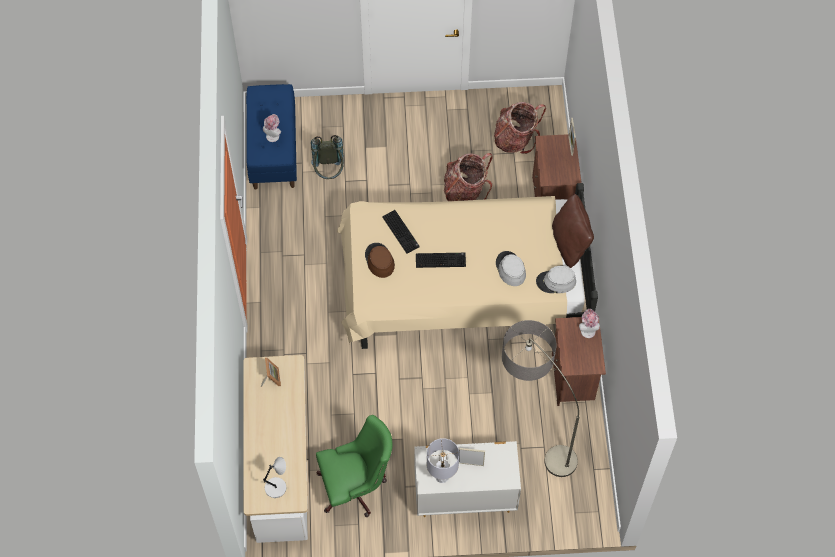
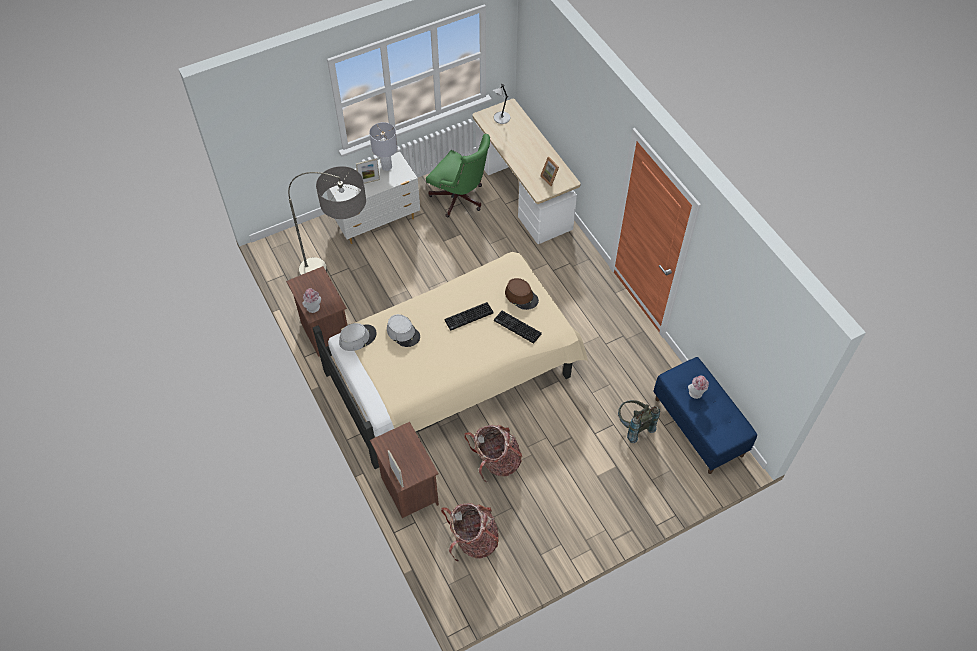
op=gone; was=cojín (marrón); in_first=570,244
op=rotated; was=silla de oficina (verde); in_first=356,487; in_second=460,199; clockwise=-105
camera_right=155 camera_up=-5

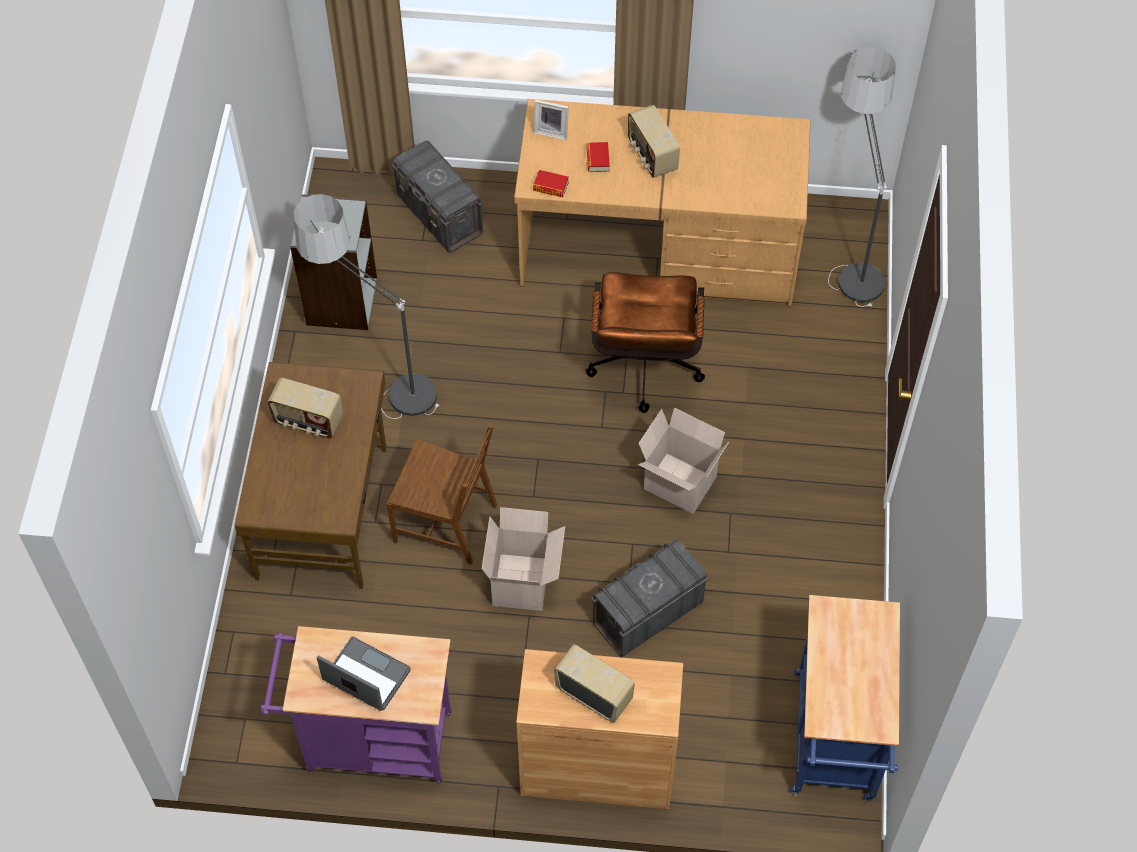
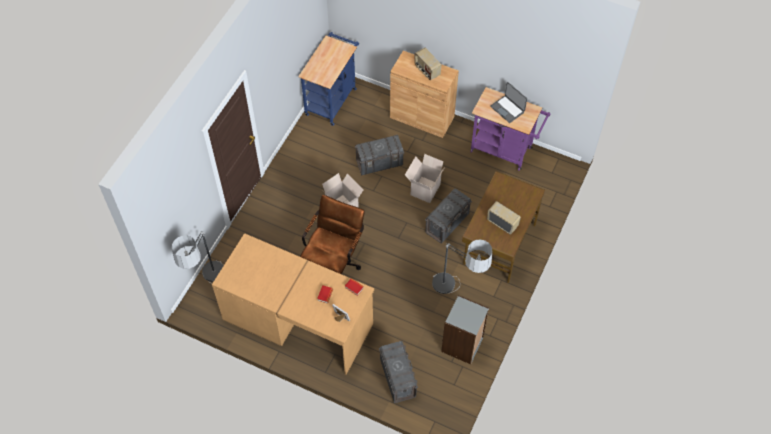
op=gone; was=radio; in_first=651,156
op=swapped; was=silla (marrón); now=caja de almacenaje (gris); in_first=446,522; in_second=447,223
camera_right=-160 camera_up=0

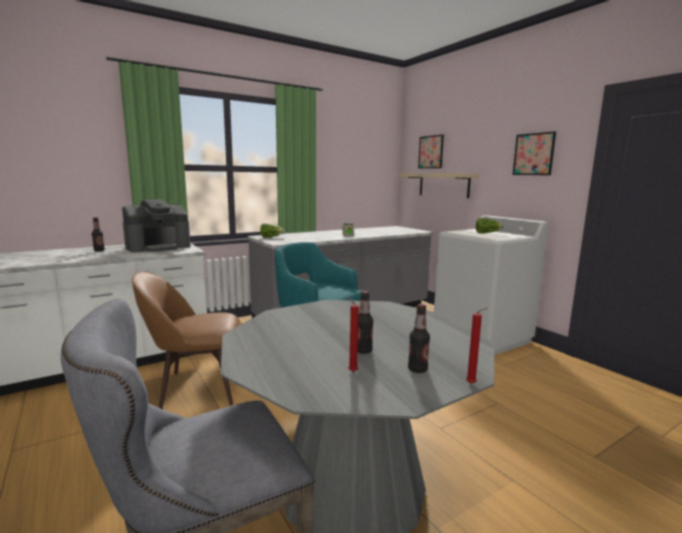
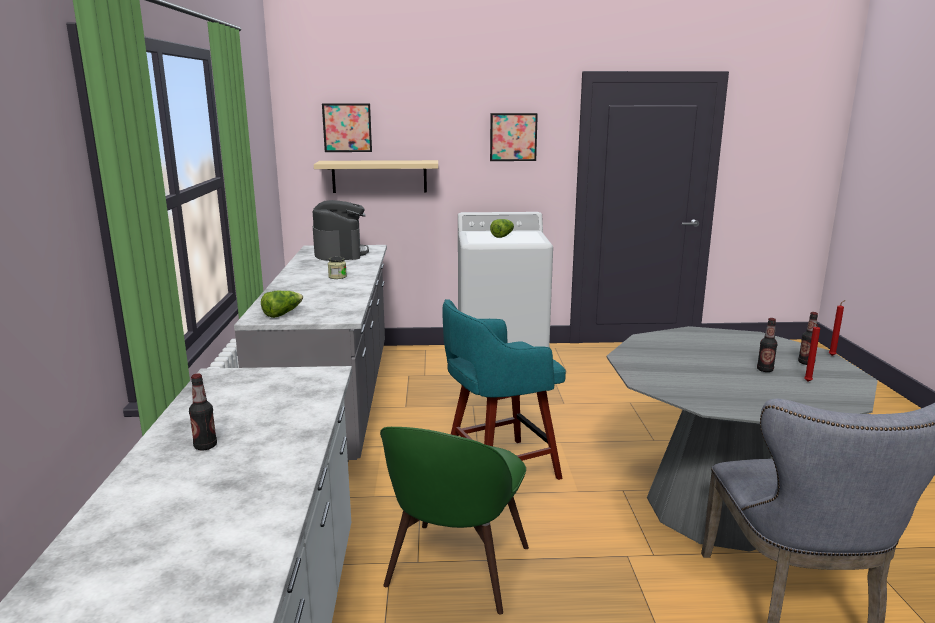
op=shifted; was=cafetera; in_first=158,247; in_second=340,253
op=repainted; was=silla (marrón); now=silla (verde); in_first=196,388; in_second=456,570
camera_right=-60 camera_up=5

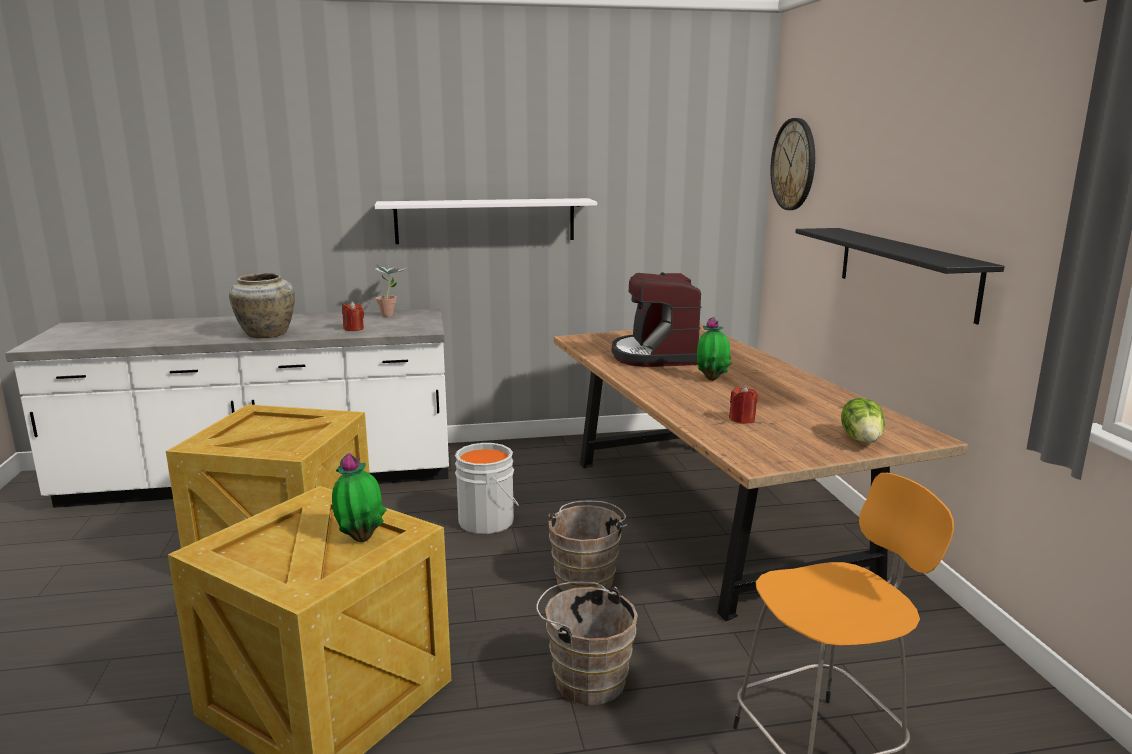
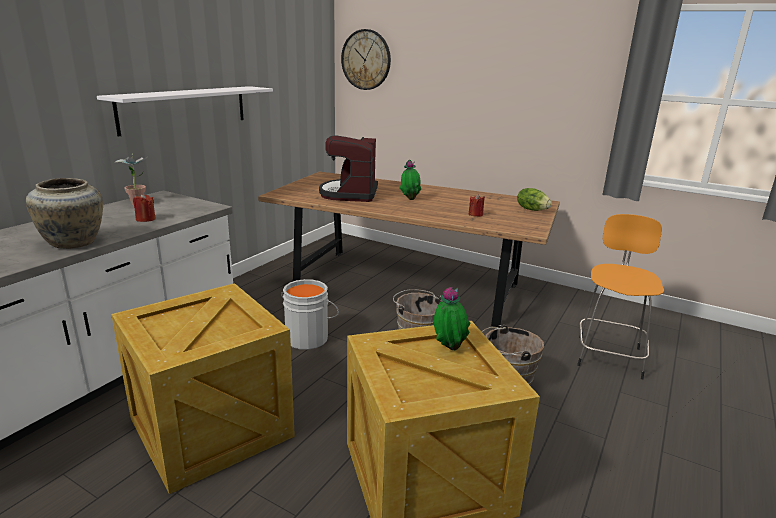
op=gone; was=estante (negro); in_first=905,271
op=rotated; was=cafetera; in_first=655,356; in_second=350,194; clockwise=60
camera_right=-50 camera_up=5

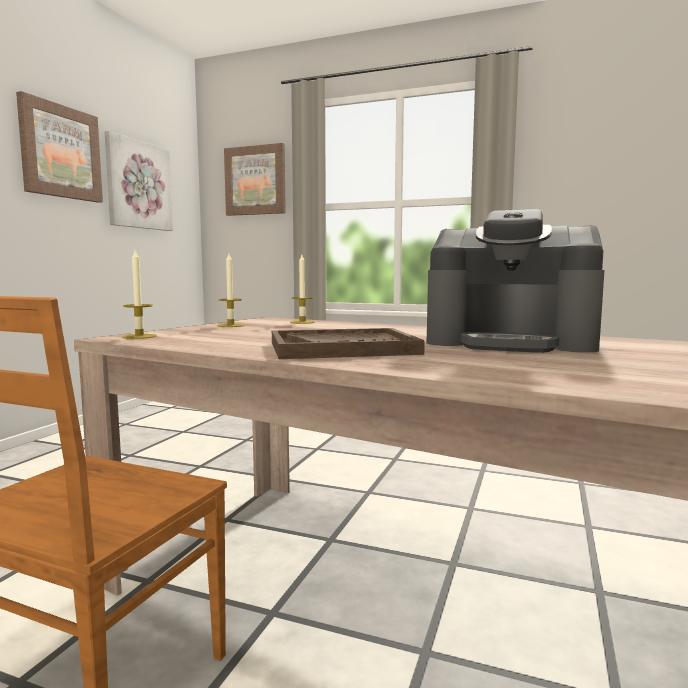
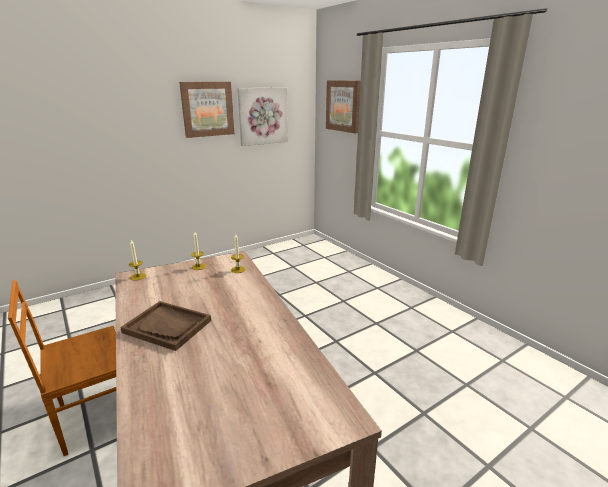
op=gone; was=cafetera; in_first=510,342
camera_right=35 camera_up=15

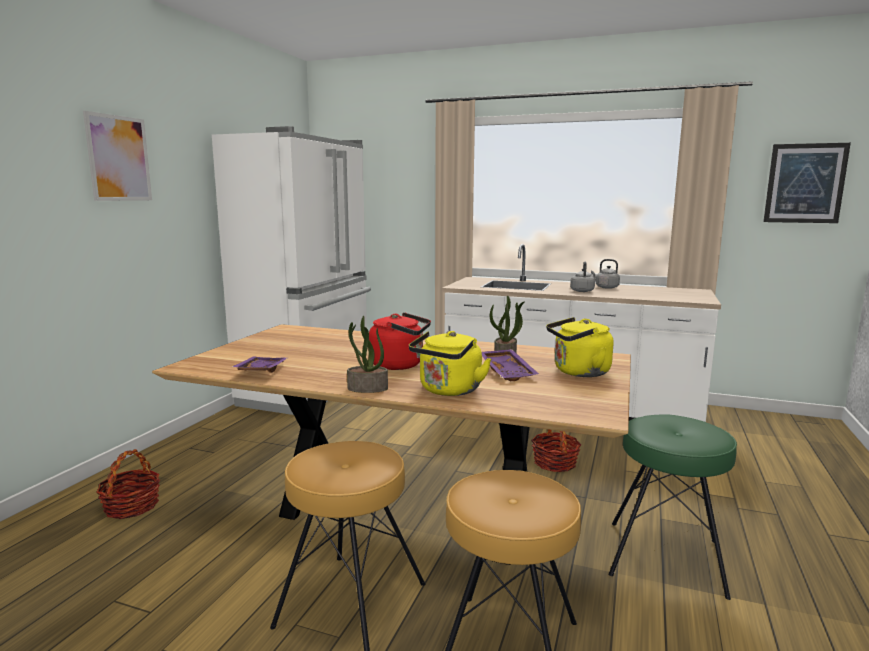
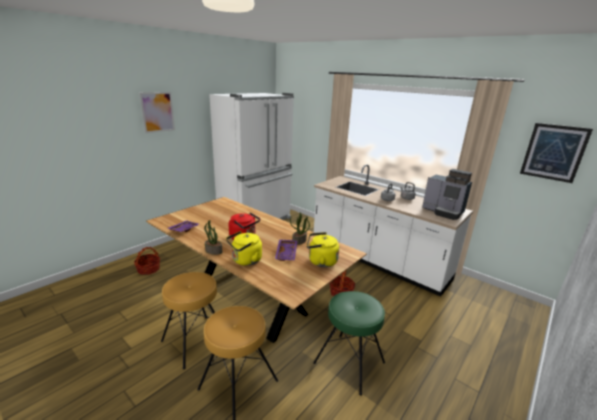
op=new; now=cafetera; in_second=443,212
camera_right=20 camera_up=10

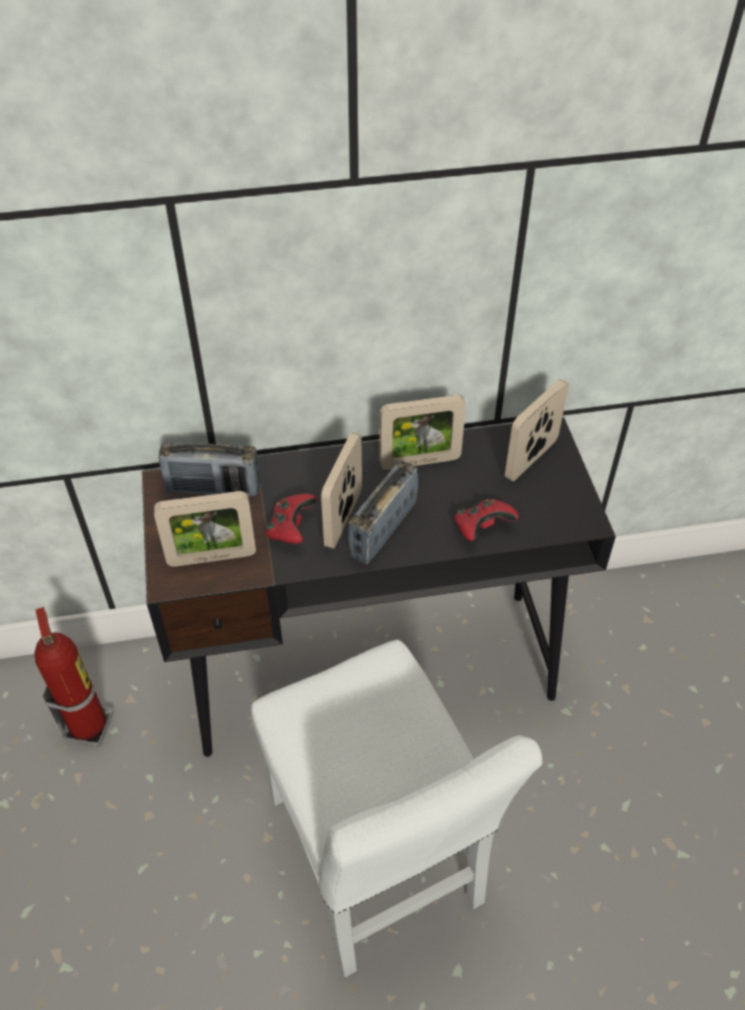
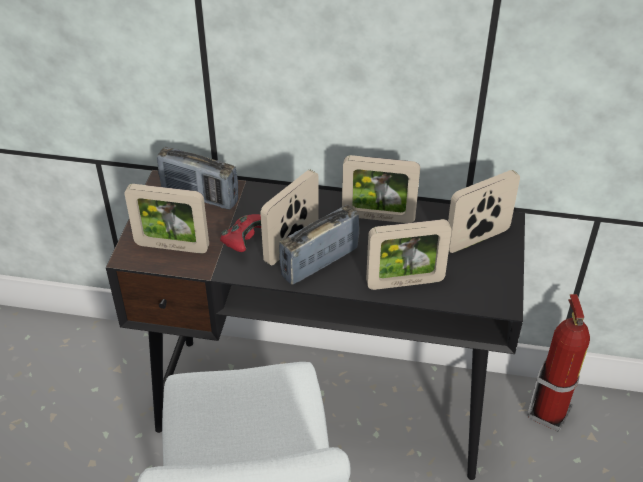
op=swapped; was=mando de consola (rojo); now=portarretratos; in_first=482,528; in_second=405,282
op=shifted; was=extintor; in_first=89,726; in_second=549,412
camera_right=20 camera_up=-5

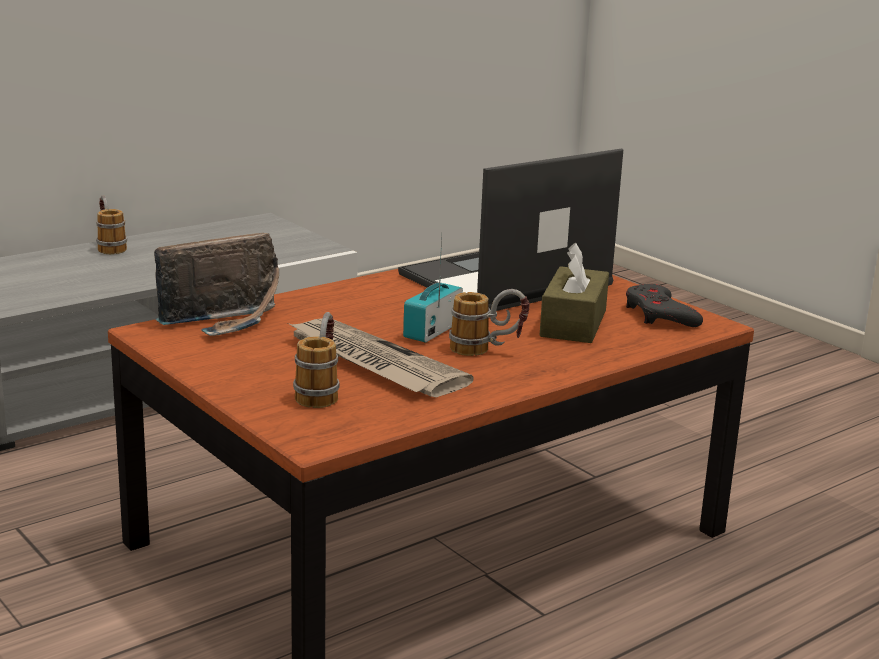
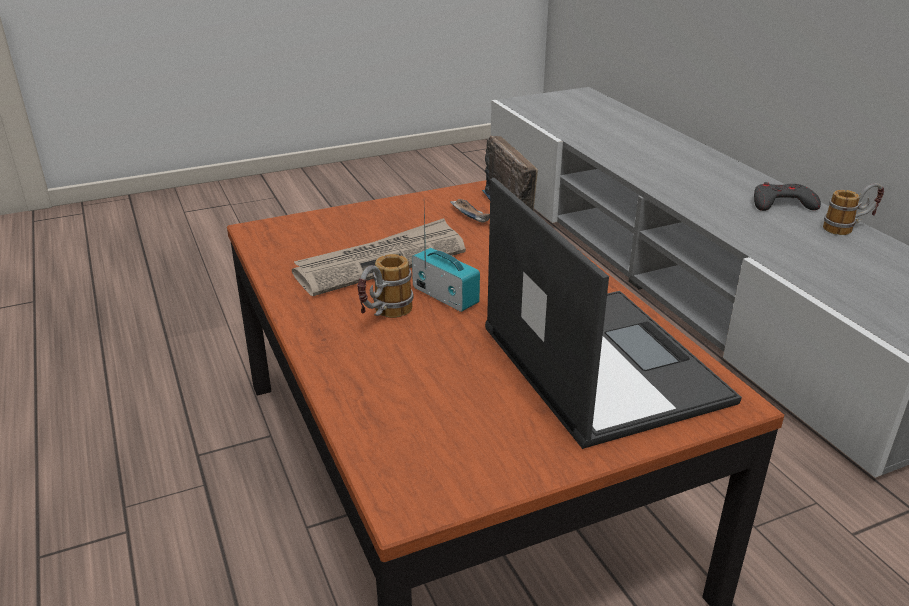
op=gone; was=caja de pañuelos (marrón); in_first=573,323
op=shifted; was=mando de consola (gris); in_first=660,315; in_second=782,204
op=gone; was=taza grande; in_first=320,391
camera_right=105 camera_up=10

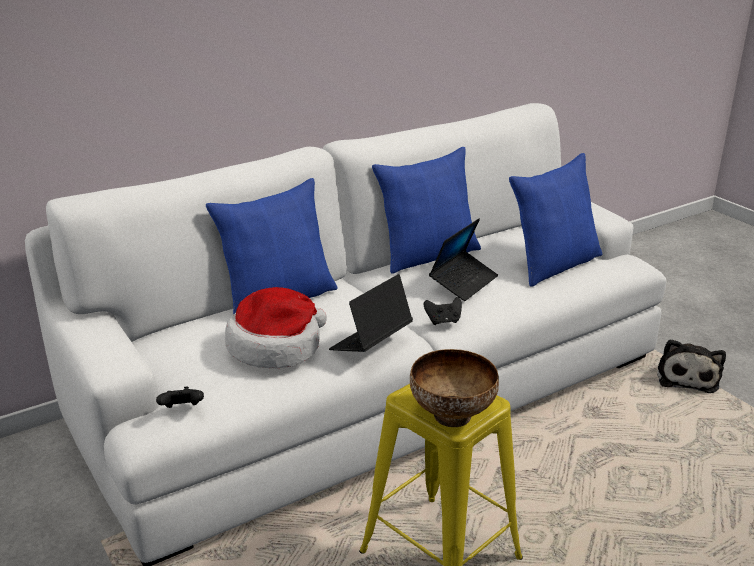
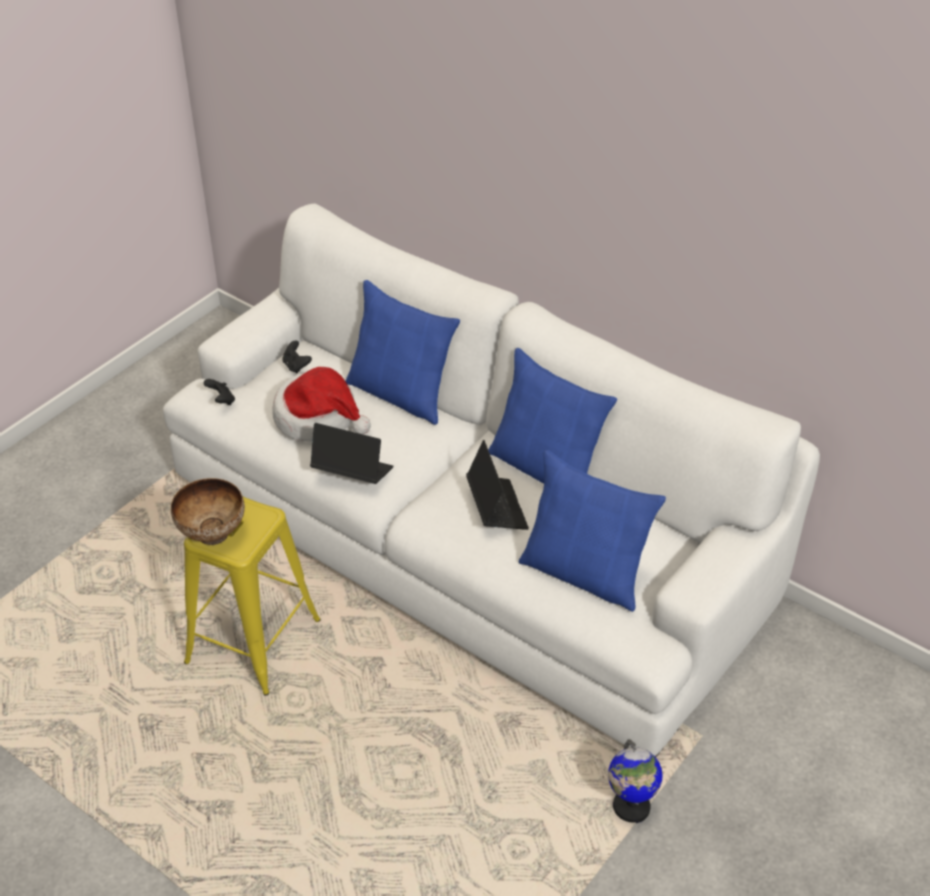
op=rotated; was=portátil; in_first=463,282; in_second=496,508; clockwise=-120
op=shifted; was=mando de consola (negro); in_first=443,321; in_second=296,366
op=swapped; was=peluche; now=globo terráqueo; in_first=687,377; in_second=631,807
camera_right=70 camera_up=15

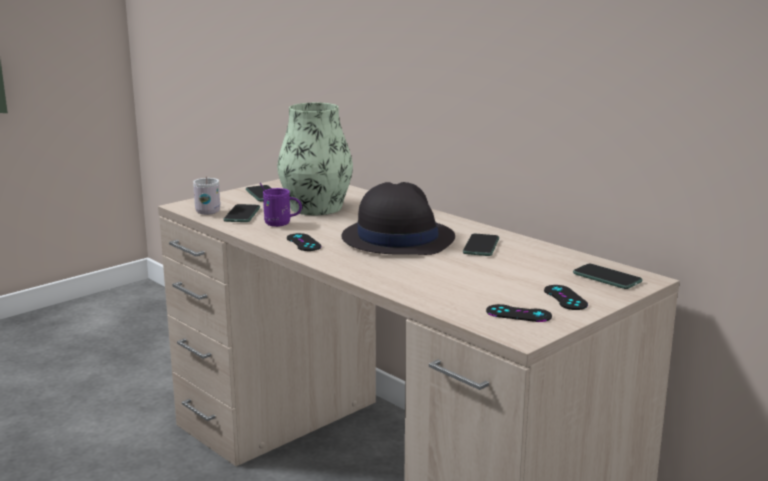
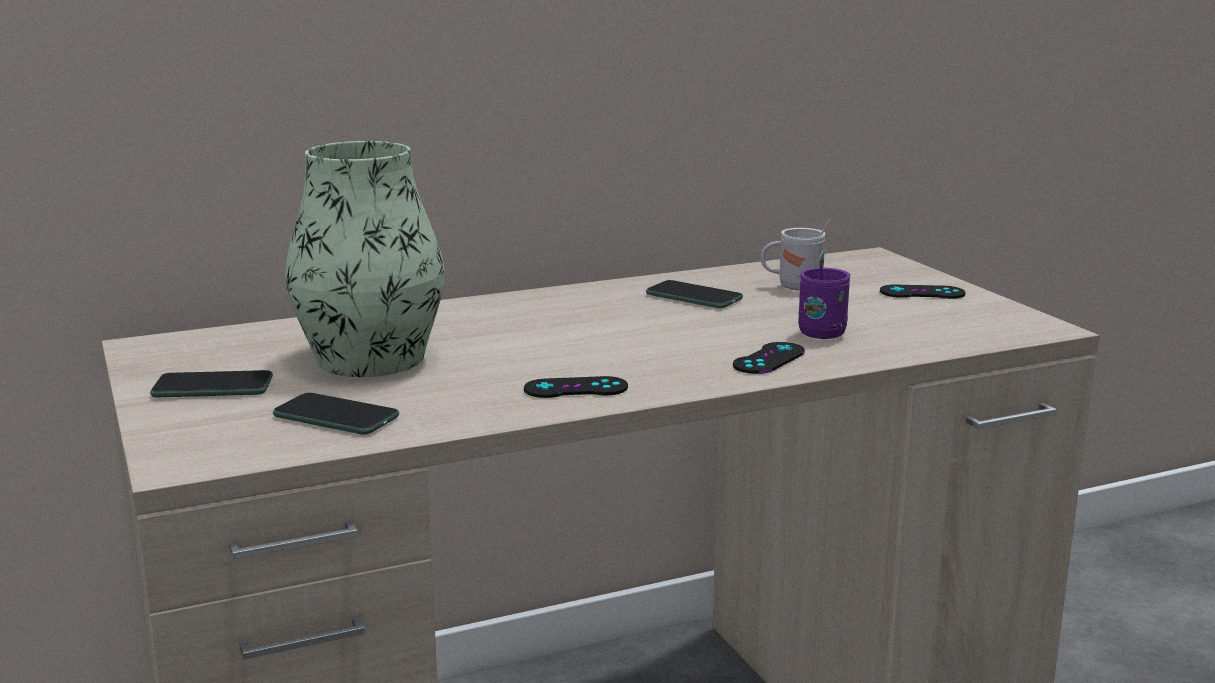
op=shifted; was=taza grande (blanco); in_first=207,211; in_second=793,287
op=gone; was=sombrero (negro); in_first=397,238
op=shifted; was=taza grande (morado); in_first=281,224; in_second=823,332
op=gone; was=móvil; in_first=607,278
op=shifted; was=mando de consola (negro); in_first=518,314; in_second=769,359
camera_right=-70 camera_up=0

